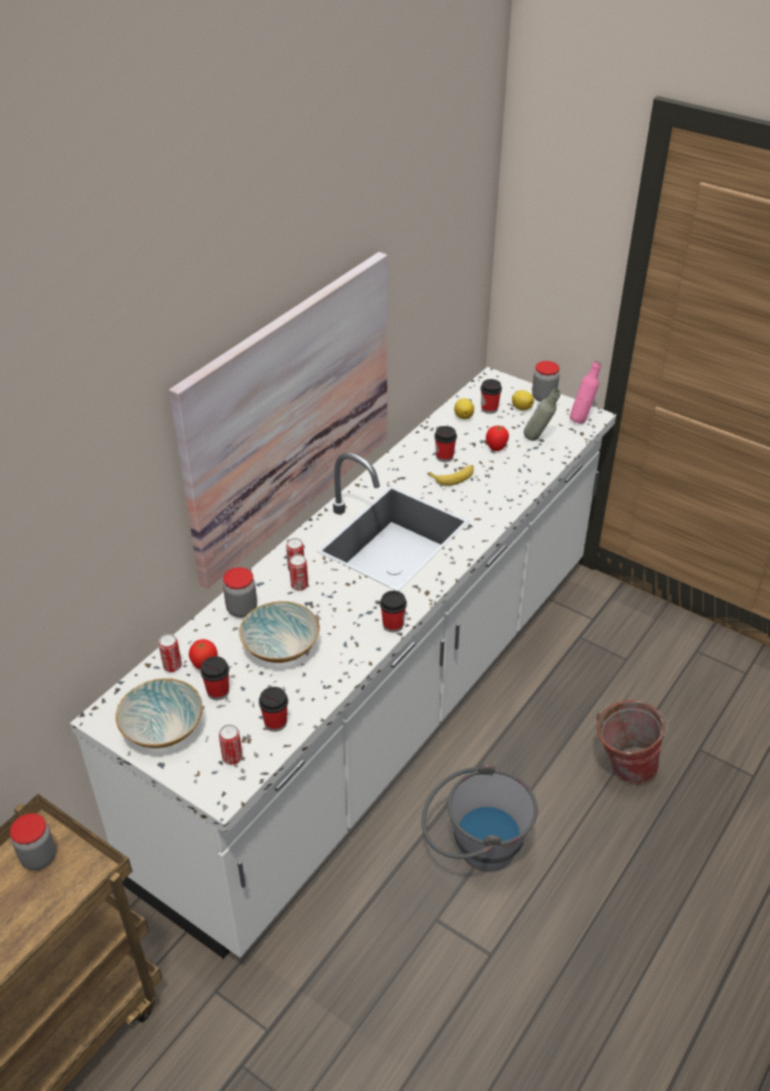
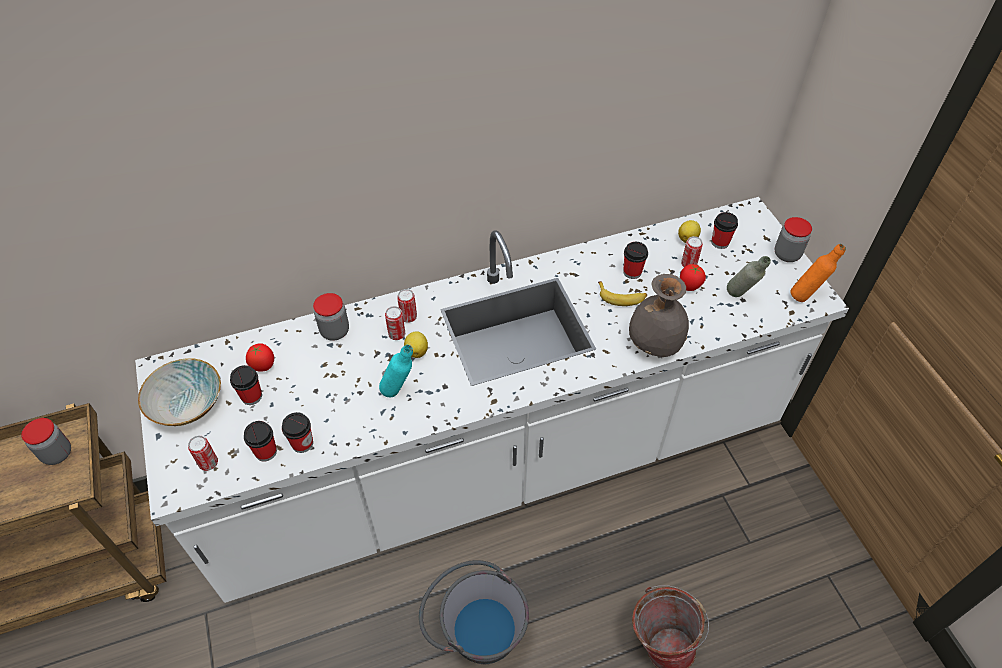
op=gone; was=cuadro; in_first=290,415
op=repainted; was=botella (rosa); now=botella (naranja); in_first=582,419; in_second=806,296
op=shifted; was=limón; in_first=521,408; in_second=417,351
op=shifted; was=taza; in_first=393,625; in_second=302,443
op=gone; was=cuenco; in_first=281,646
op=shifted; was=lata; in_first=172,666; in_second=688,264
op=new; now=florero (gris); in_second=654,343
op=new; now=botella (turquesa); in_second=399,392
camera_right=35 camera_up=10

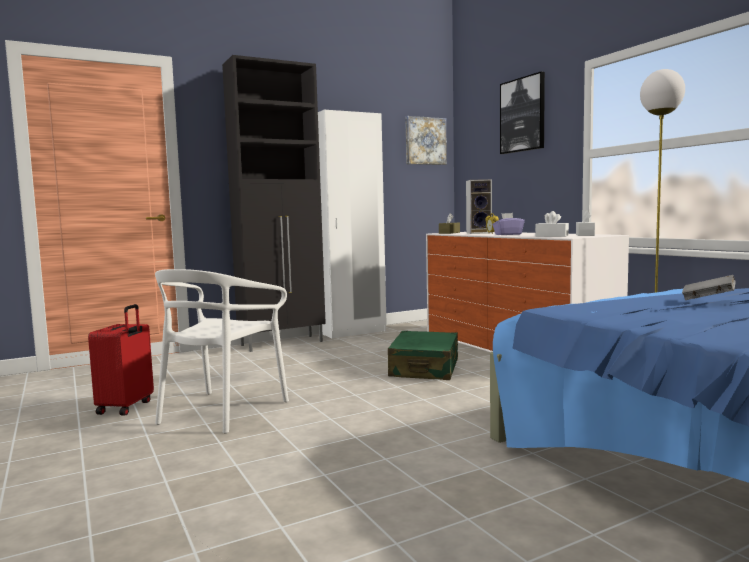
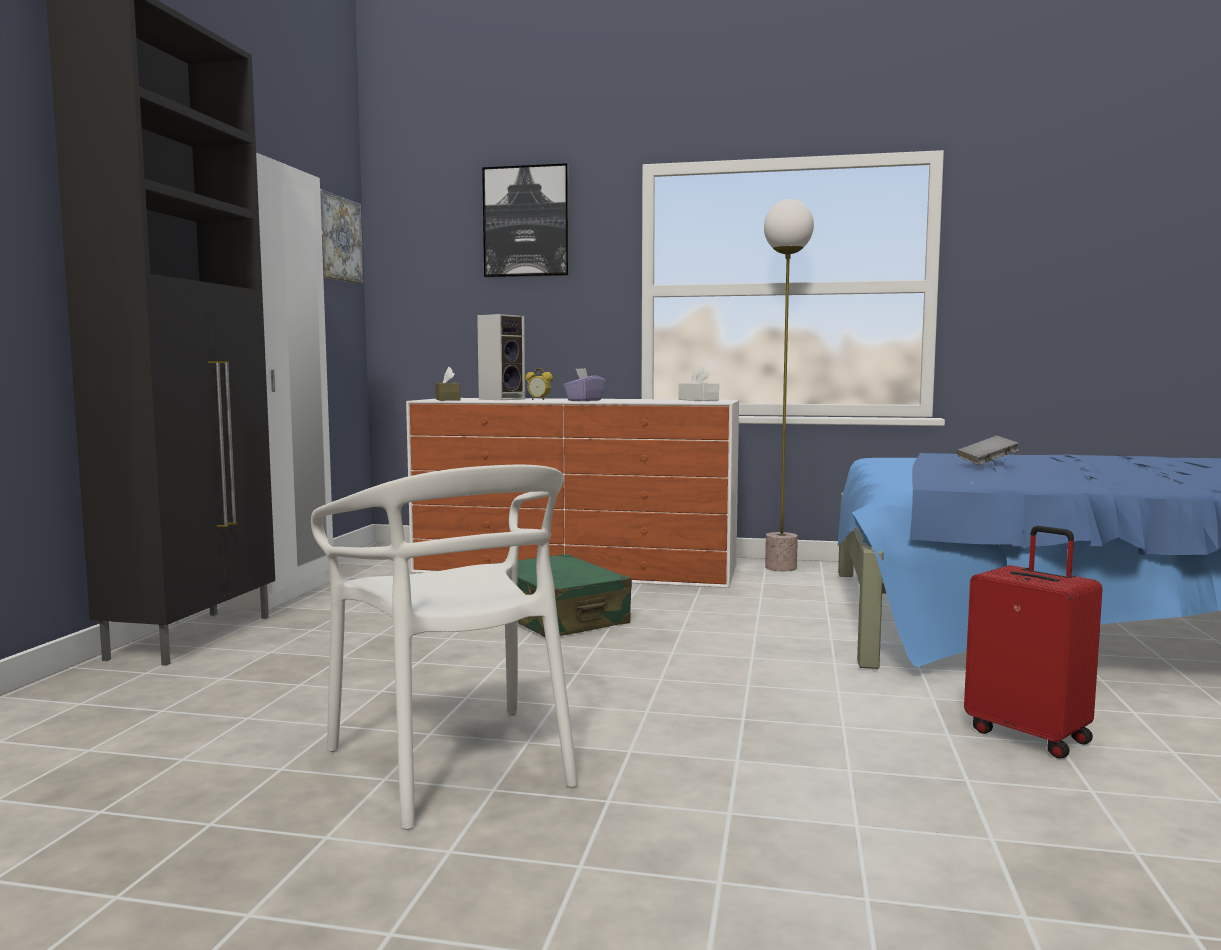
op=gone; was=caja de pañuelos (blanco); in_first=551,236
op=shifted; was=maleta (rojo); in_first=126,407; in_second=1029,735
camera_right=-50 camera_up=0

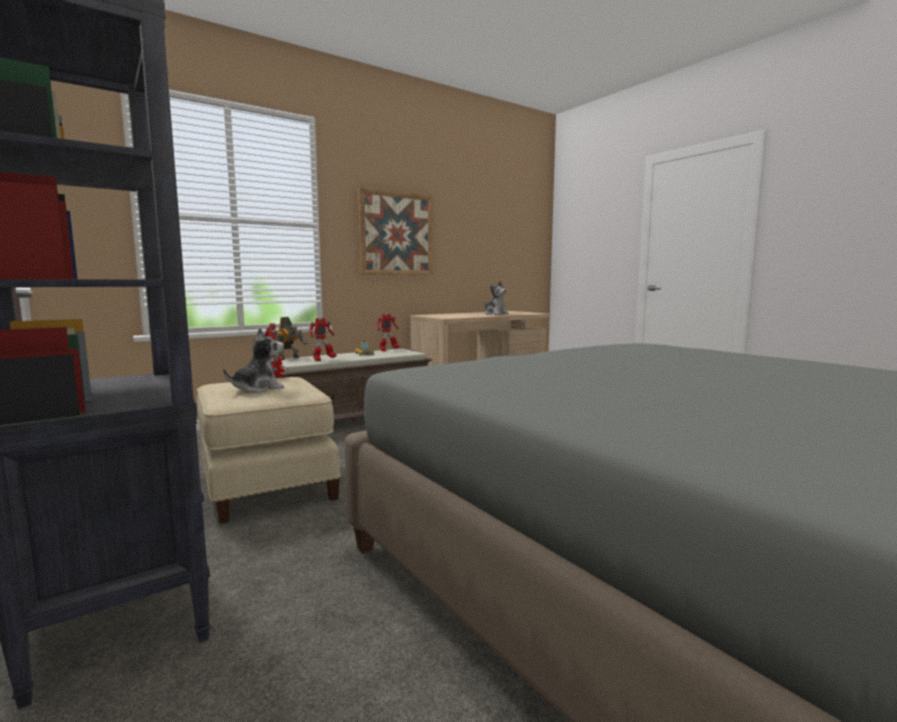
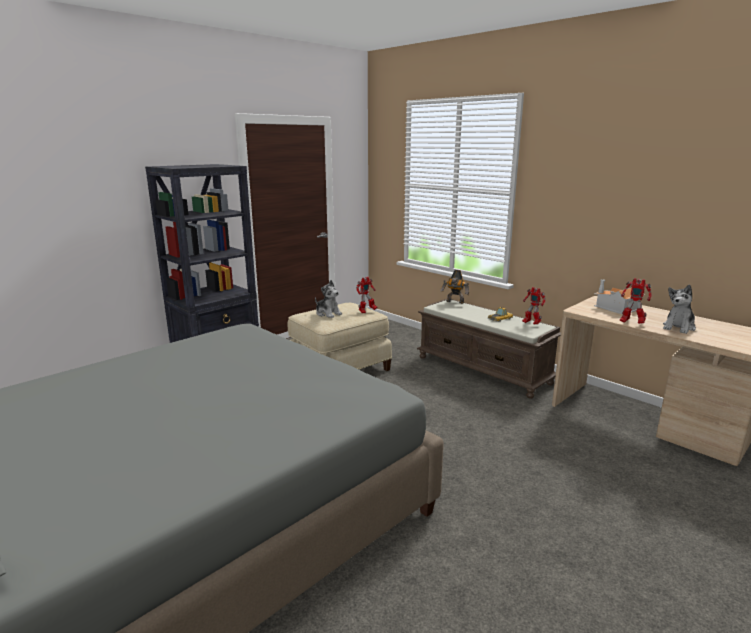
op=gone; was=cuadro; in_first=396,234
op=shifted; was=robot de juguete; in_first=323,360; in_second=631,322
op=new; now=casita; in_second=616,308
camera_right=80 camera_up=10

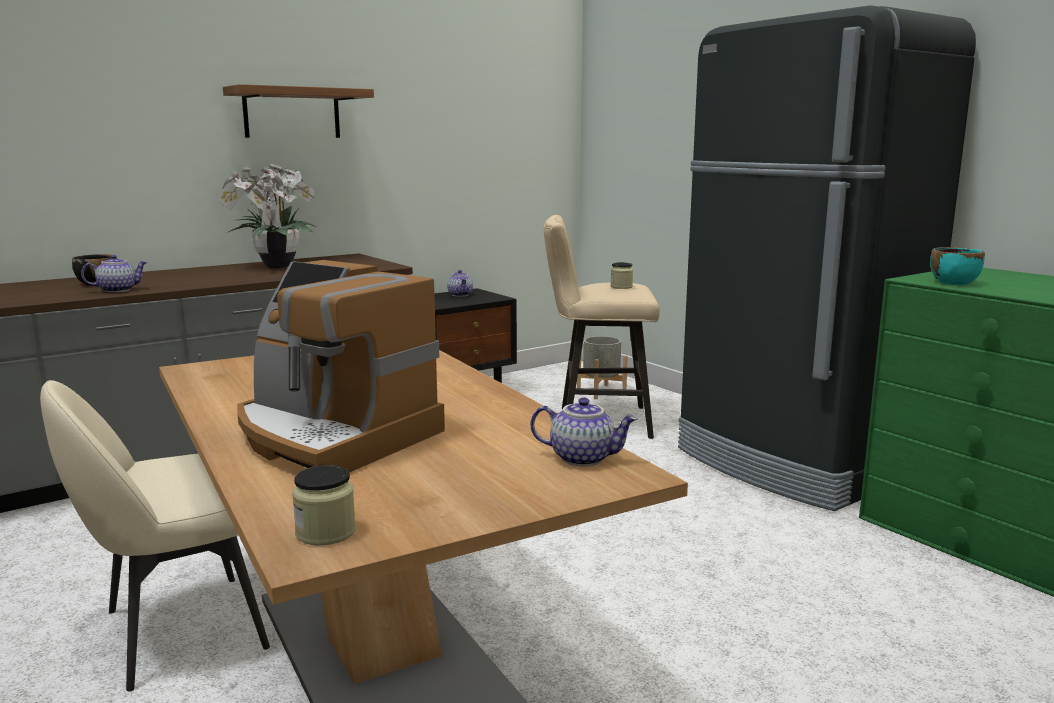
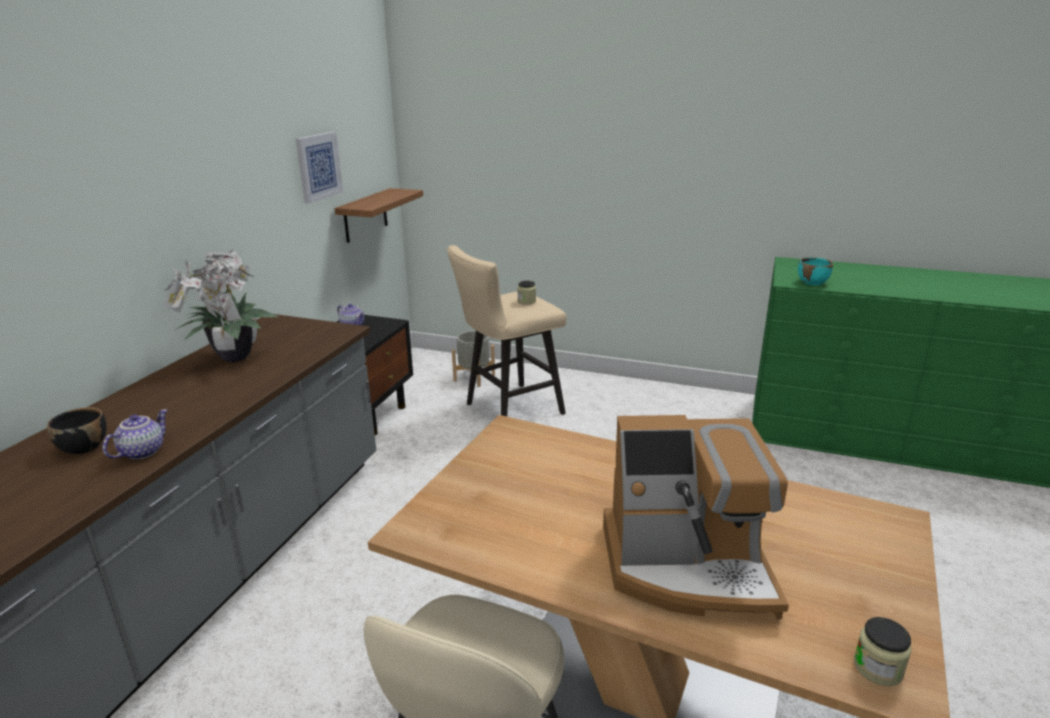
op=gone; was=nevera (negro); in_first=792,464
op=shifted; was=estante; in_first=292,113; in_second=365,215
op=gone; was=tetera; in_first=583,458
op=new; now=cuadro; in_second=318,166
camera_right=-35 camera_up=10

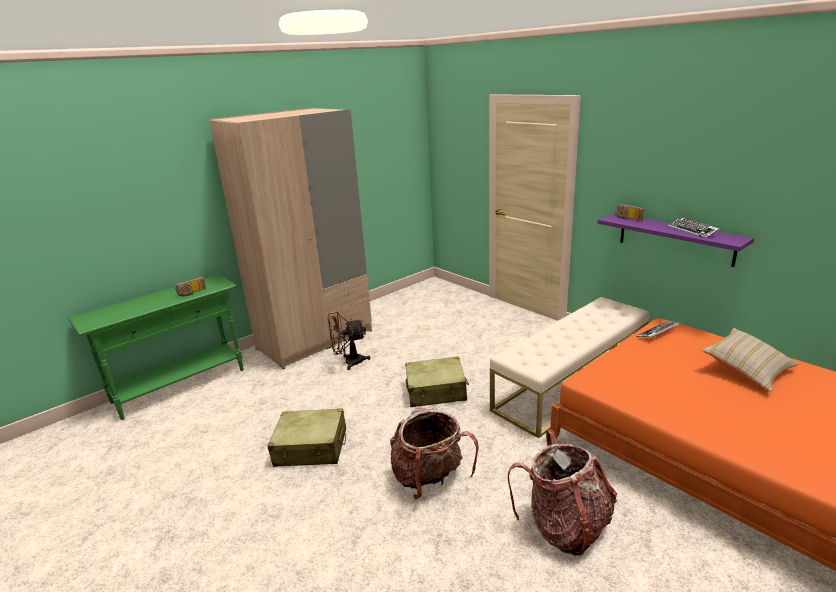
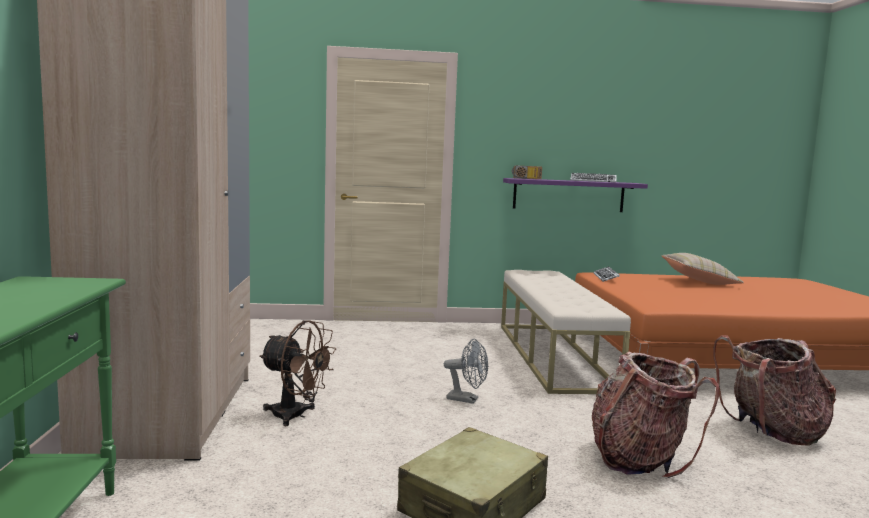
op=gone; was=radio; in_first=192,293
op=rotated; was=ventilador (marrón); in_first=349,362; in_second=296,416; clockwise=-90
op=swapped; was=maleta (beis); now=ventilador (gris); in_first=436,391; in_second=467,399
camera_right=-55 camera_up=-15

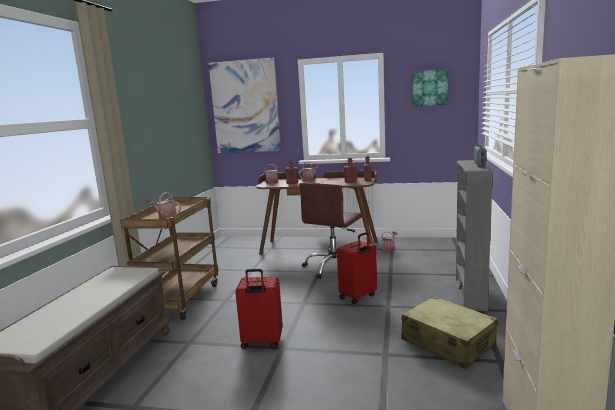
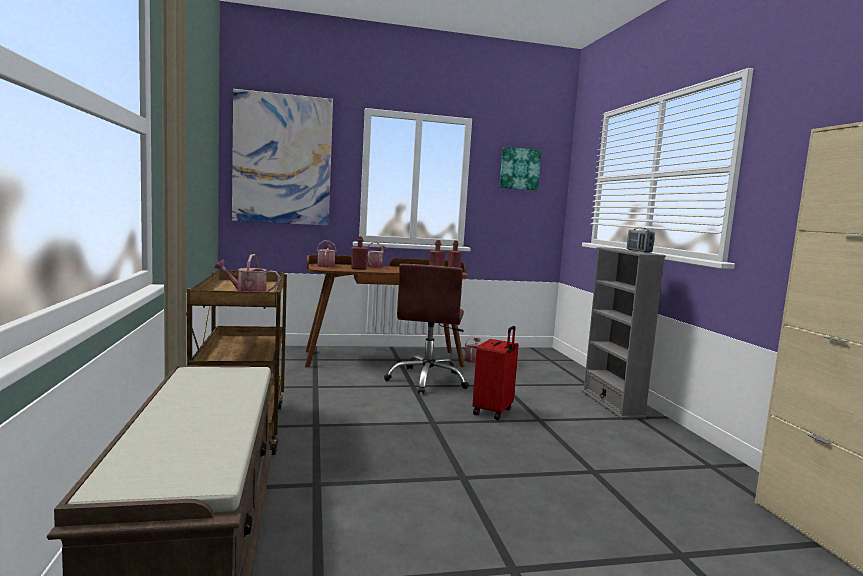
op=gone; was=maleta (rojo); in_first=262,342
op=gone; was=maleta (beis); in_first=447,342
camera_right=-25 camera_up=-5

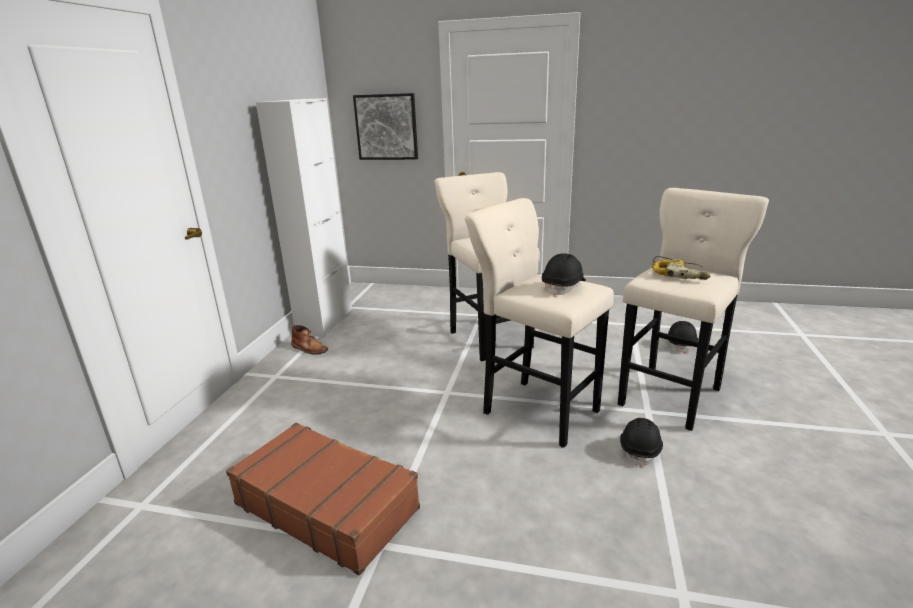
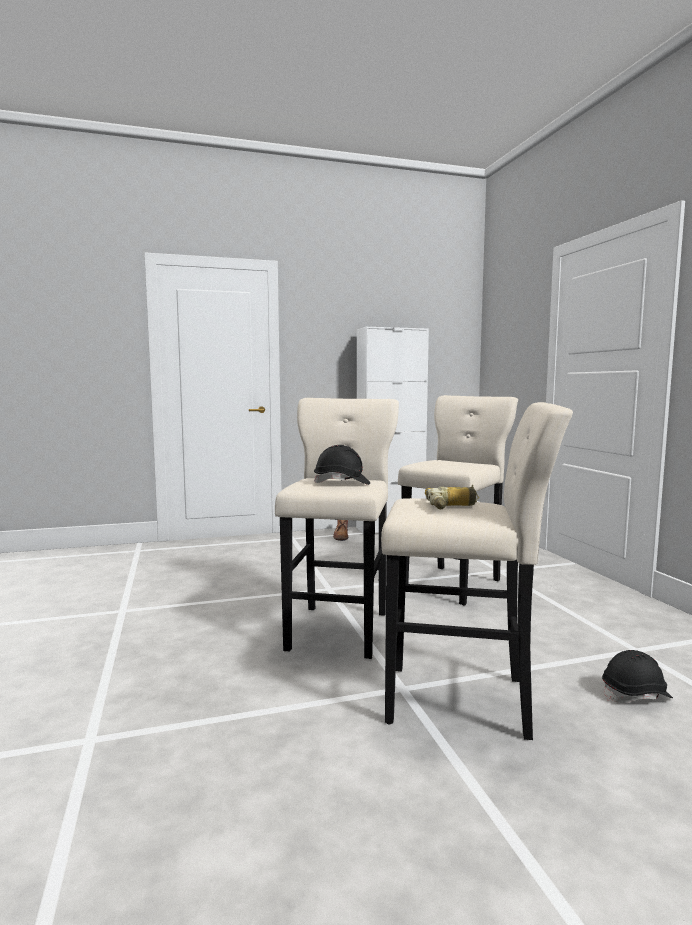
op=gone; was=cuadro; in_first=386,127
op=gone; was=casco (negro); in_first=640,450
op=gone; was=maleta (marrón); in_first=327,505
camera_right=60 camera_up=-15

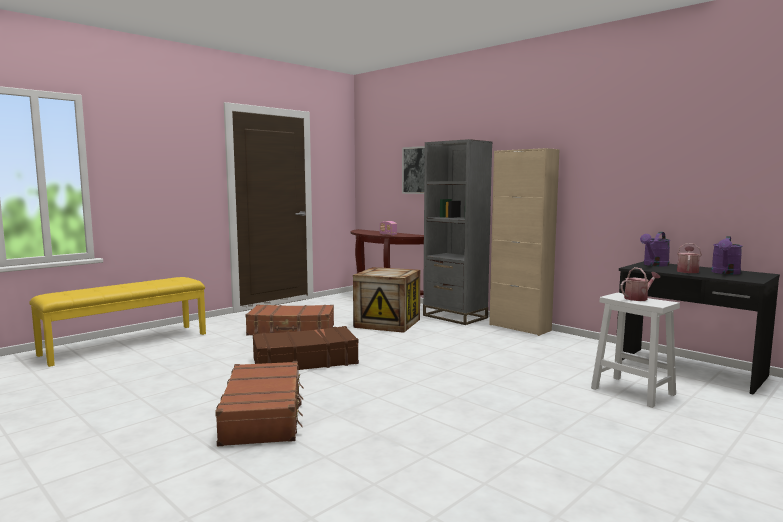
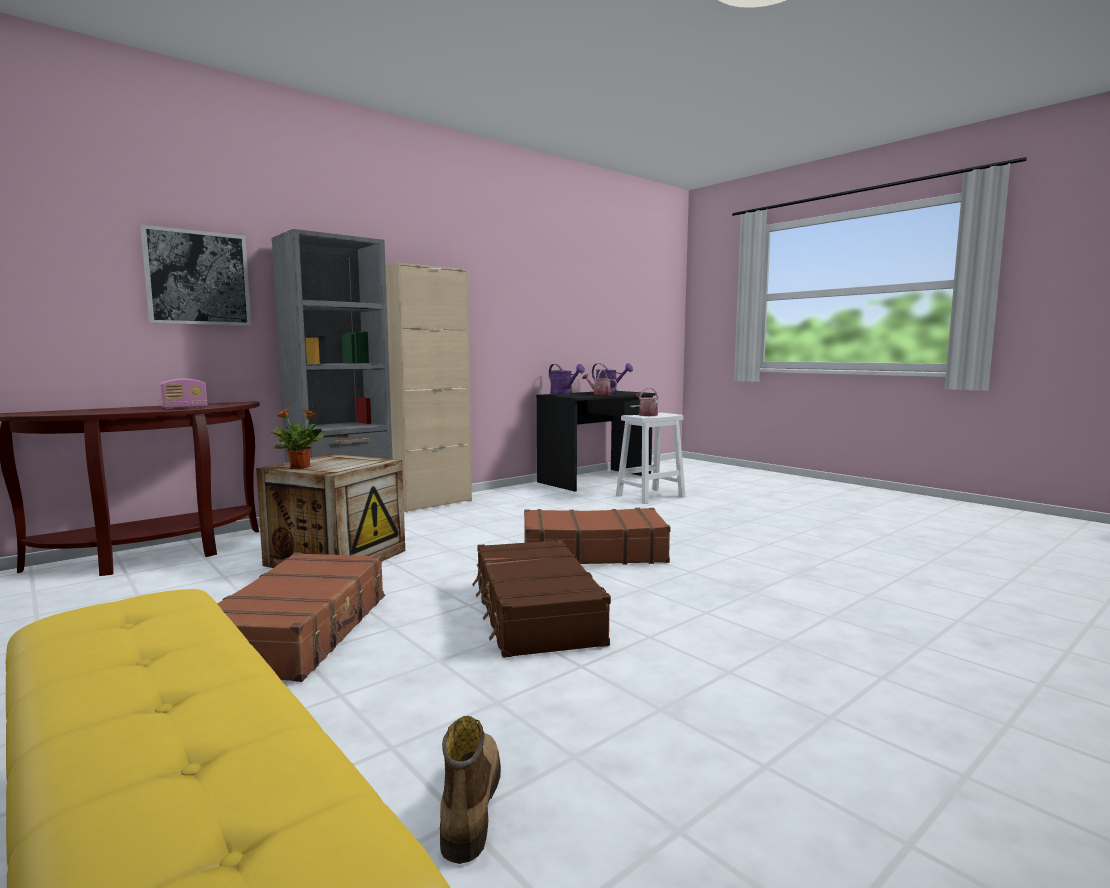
op=shifted; was=maleta (marrón); in_first=263,415; in_second=592,552
op=new; now=planta en maceta; in_second=301,467
op=new; now=bota; in_second=469,805
camera_right=-85 camera_up=0

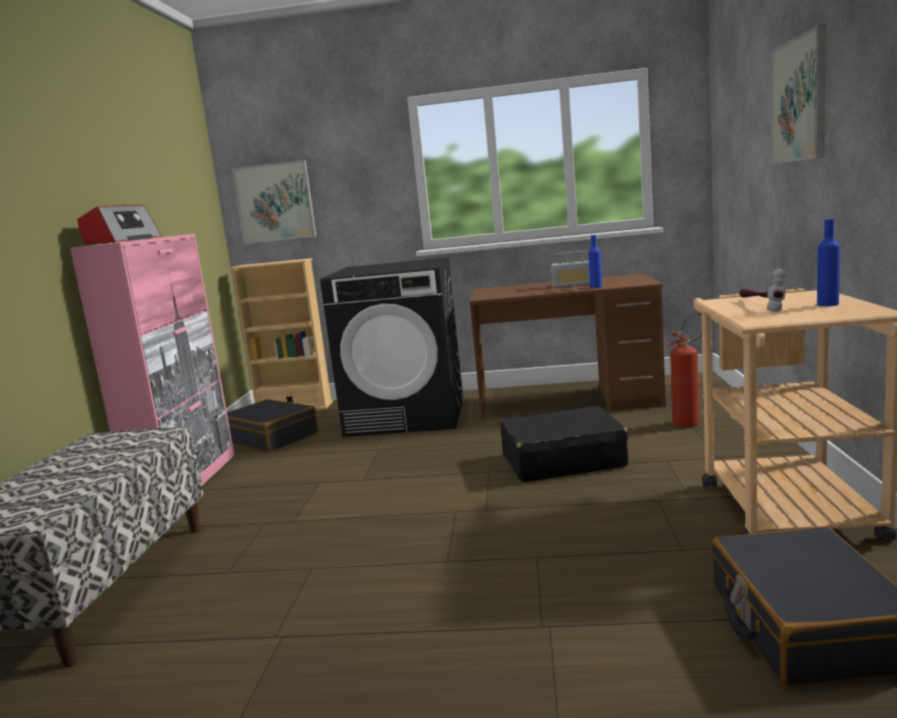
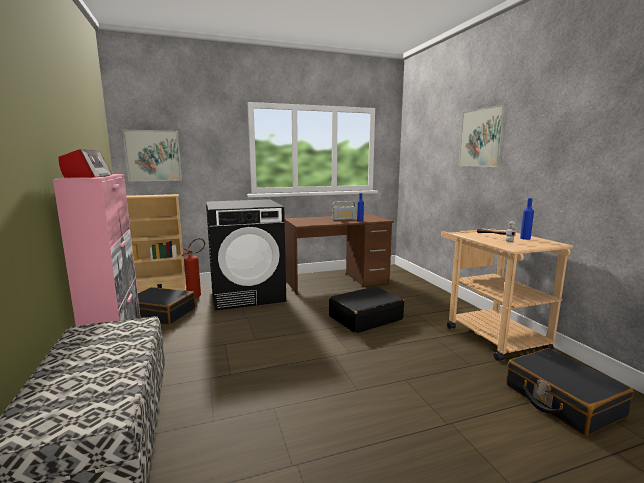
op=shifted; was=extintor; in_first=690,422; in_second=197,295
camera_right=-25 camera_up=0

